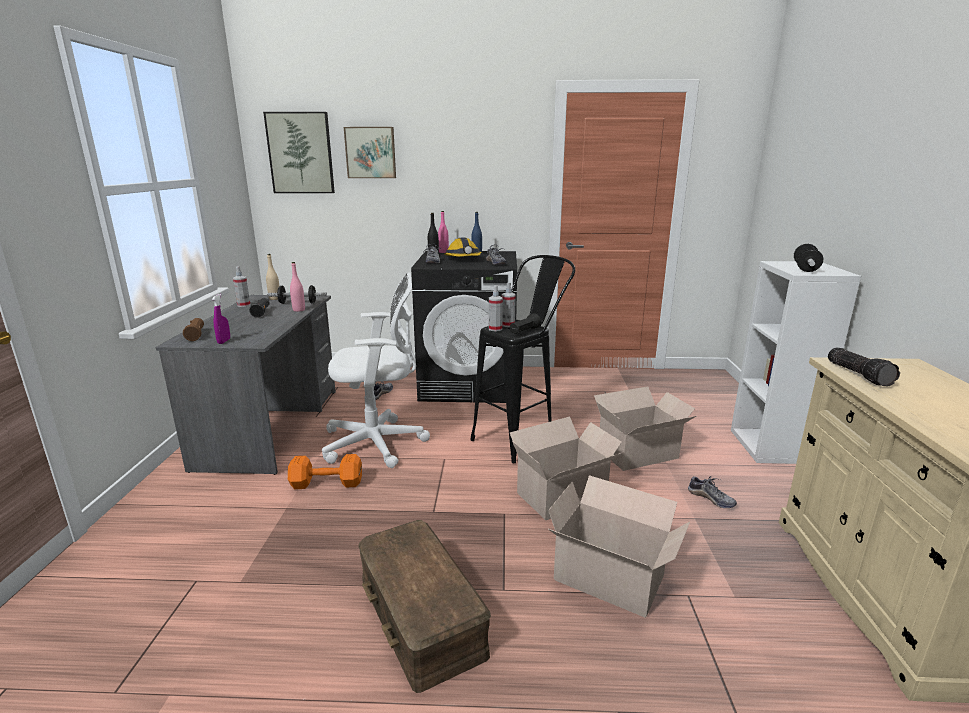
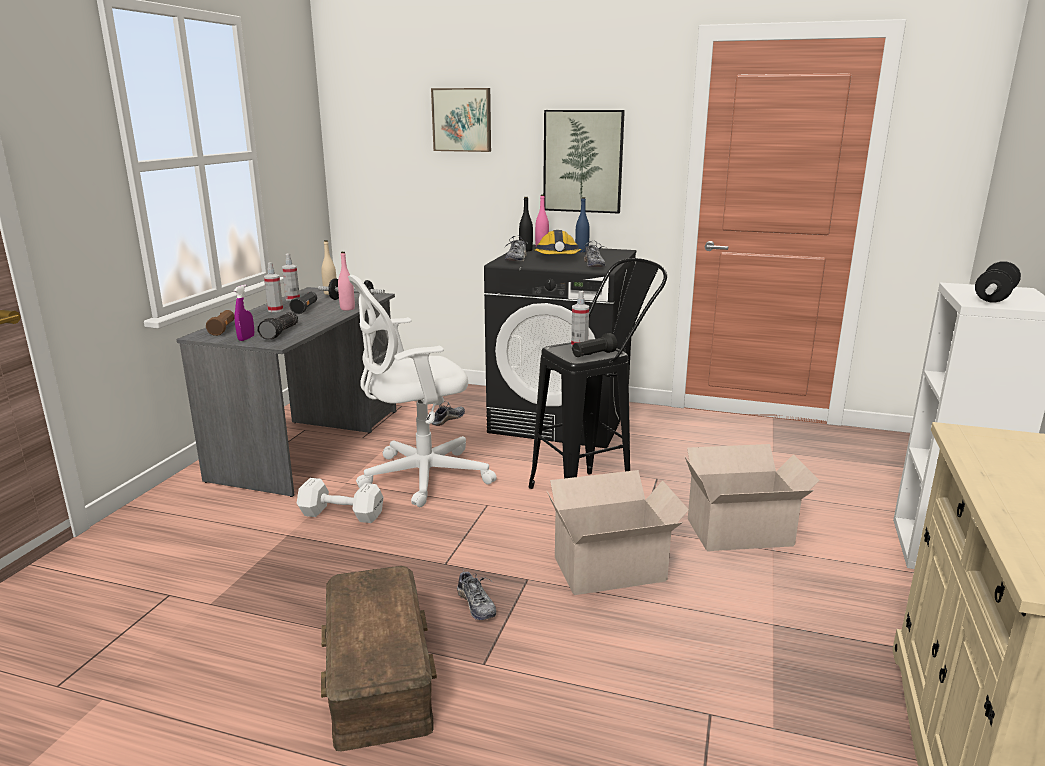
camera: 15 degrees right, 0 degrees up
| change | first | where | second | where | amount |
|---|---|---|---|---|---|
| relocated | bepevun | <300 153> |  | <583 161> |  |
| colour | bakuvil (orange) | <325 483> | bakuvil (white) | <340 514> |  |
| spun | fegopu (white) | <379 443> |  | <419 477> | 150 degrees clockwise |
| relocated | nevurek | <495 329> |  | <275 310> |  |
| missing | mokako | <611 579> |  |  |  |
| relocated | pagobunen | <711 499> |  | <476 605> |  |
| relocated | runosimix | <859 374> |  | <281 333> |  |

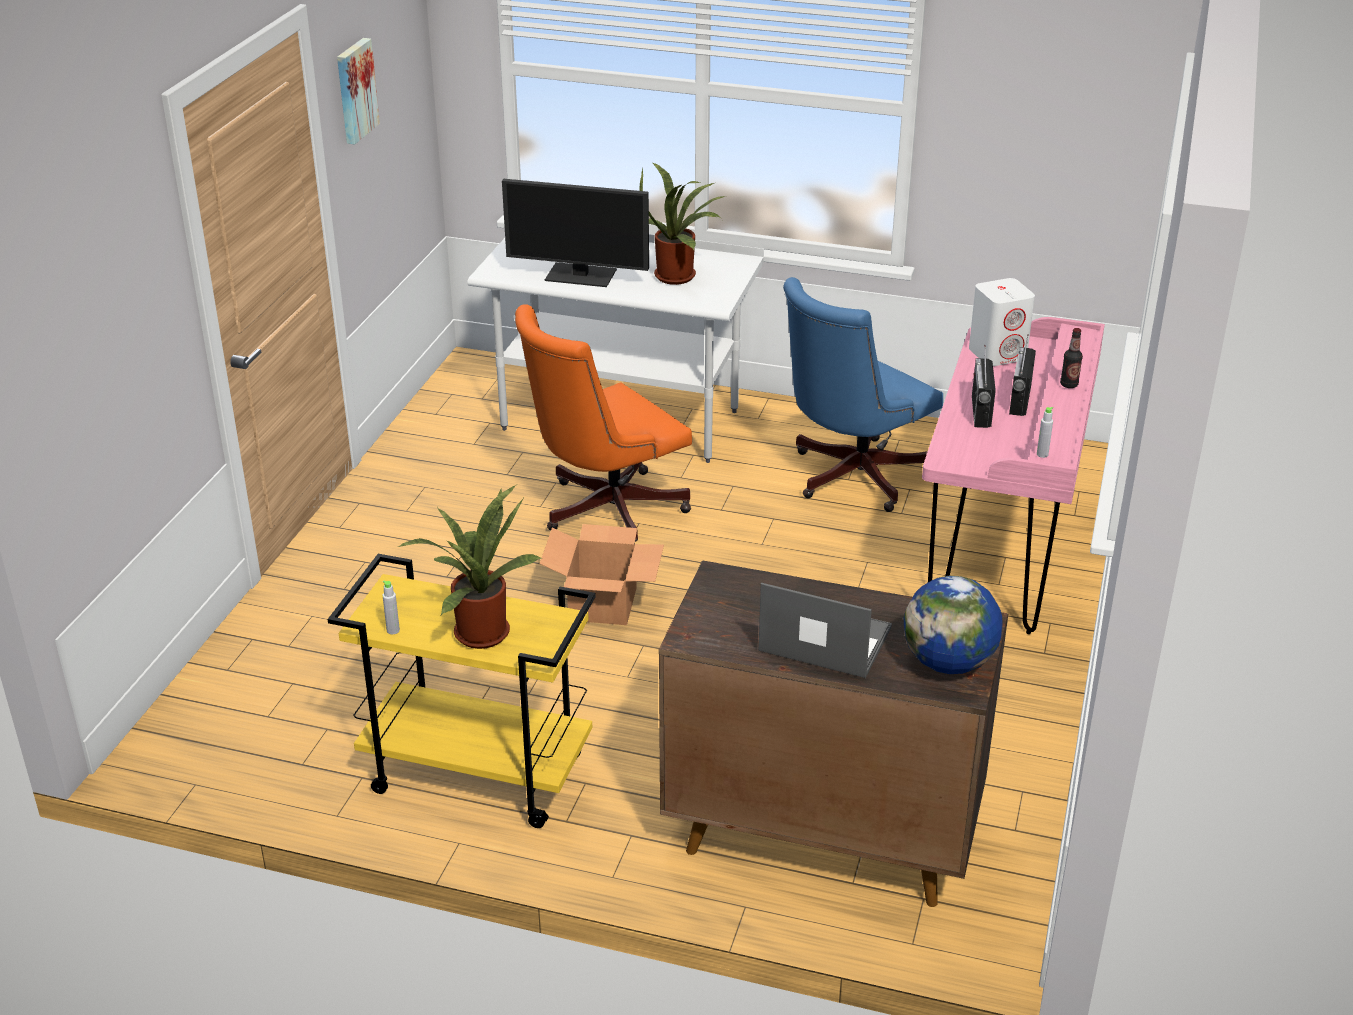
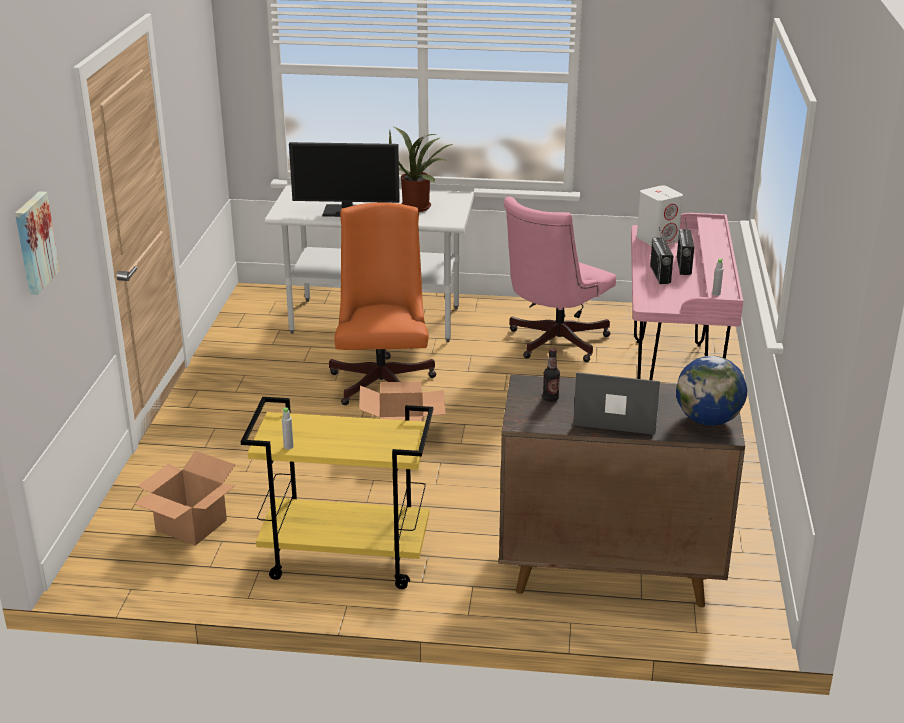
camera: 10 degrees left, 5 degrees down
| change | first | where | second | where | amount |
|---|---|---|---|---|---|
| relocated | bepevun | <354 90> |  | <34 242> |  |
| missing | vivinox | <479 630> |  |  |  |
| spun | fegopu (orange) | <604 512> |  | <383 379> | 135 degrees clockwise |
| colour | fegopu (blue) | <851 478> | fegopu (pink) | <553 343> |  |
| relocated | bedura | <1069 385> |  | <550 398> |  |
| appeared |  |  | mokako | <192 525> |  |

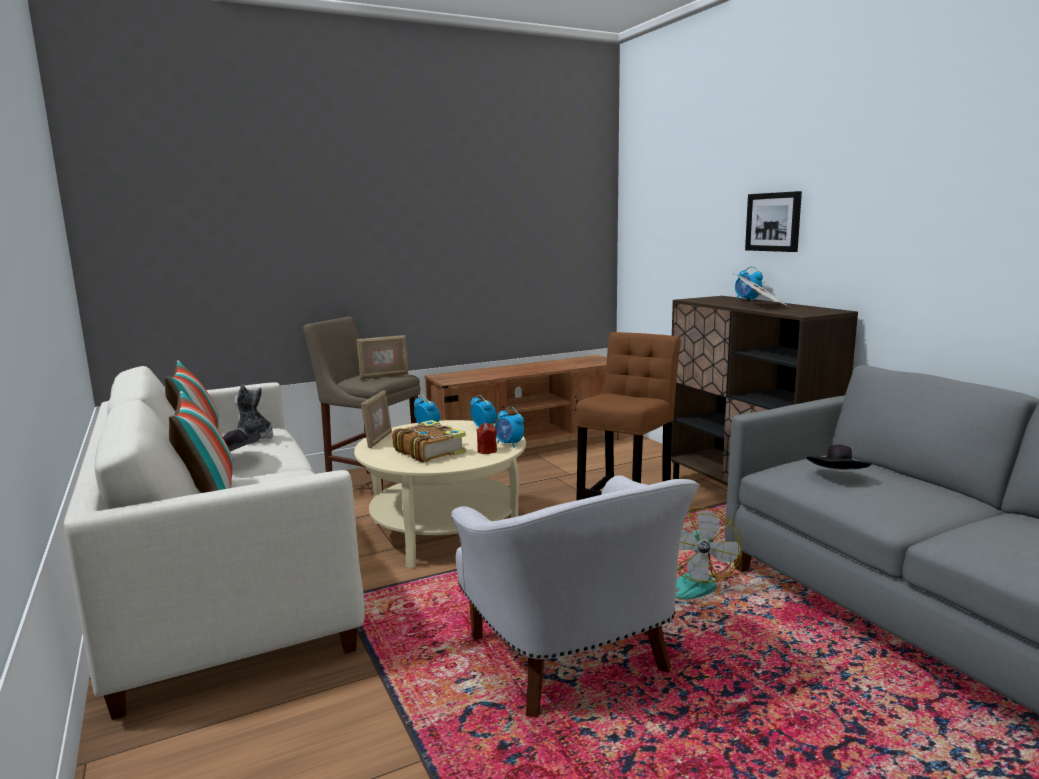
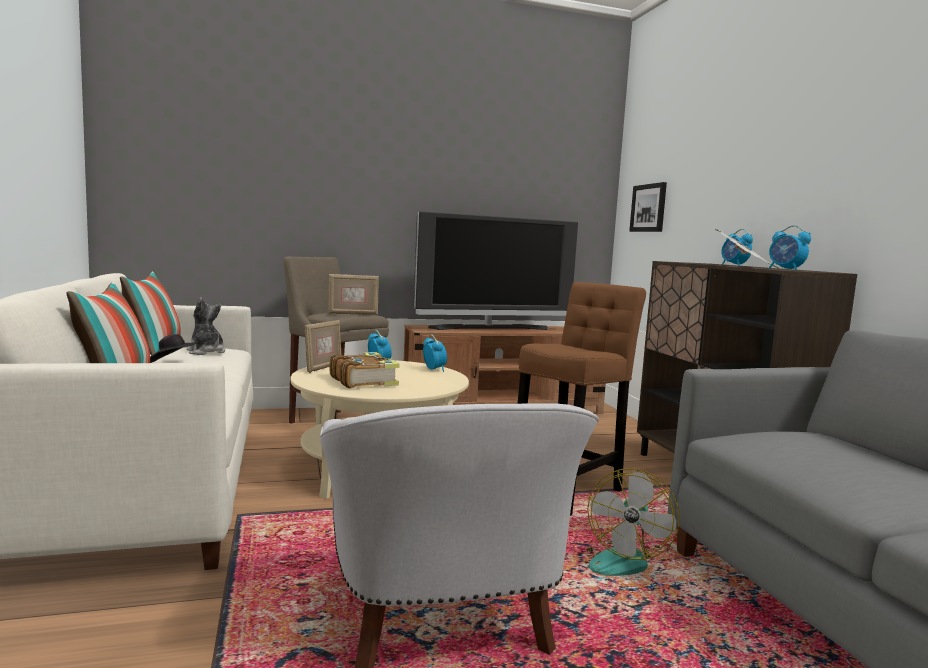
camera: 10 degrees right, 5 degrees down
| change | first | where | second | where | amount |
|---|---|---|---|---|---|
| missing | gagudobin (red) | <487 451> |  |  |  |
| relocated | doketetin | <509 444> |  | <786 269> |  |
| relocated | bepevun | <773 222> |  | <648 208> |  |
| missing | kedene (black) | <837 477> |  |  |  |
| appeared |  |  | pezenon | <491 328> |  |

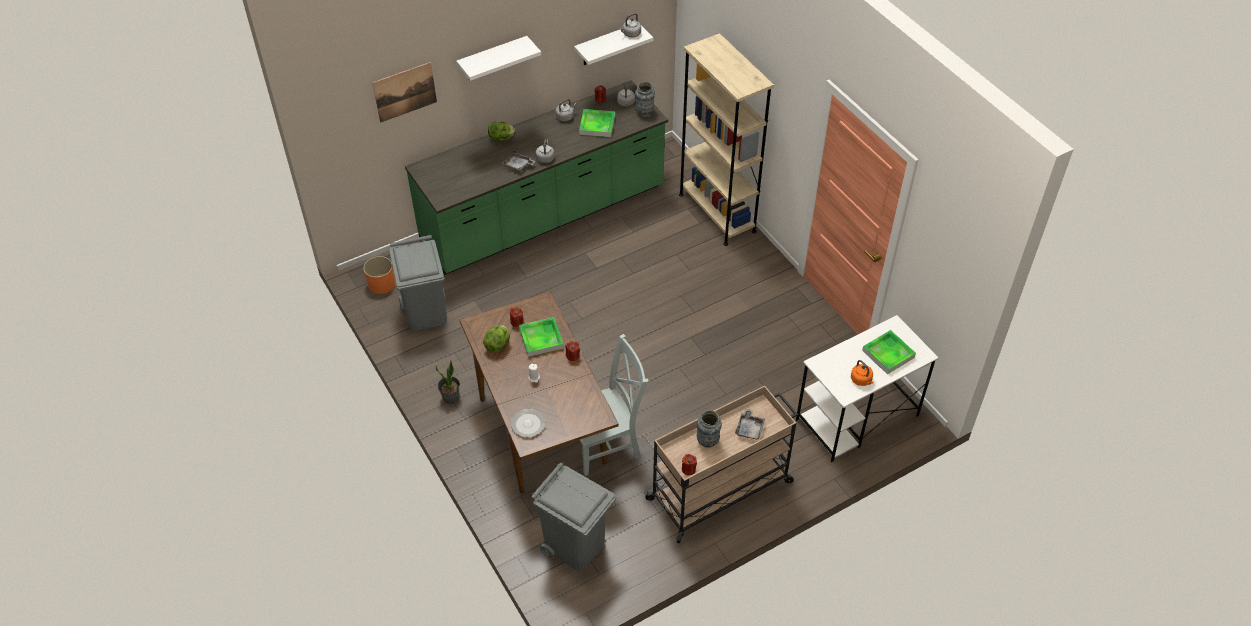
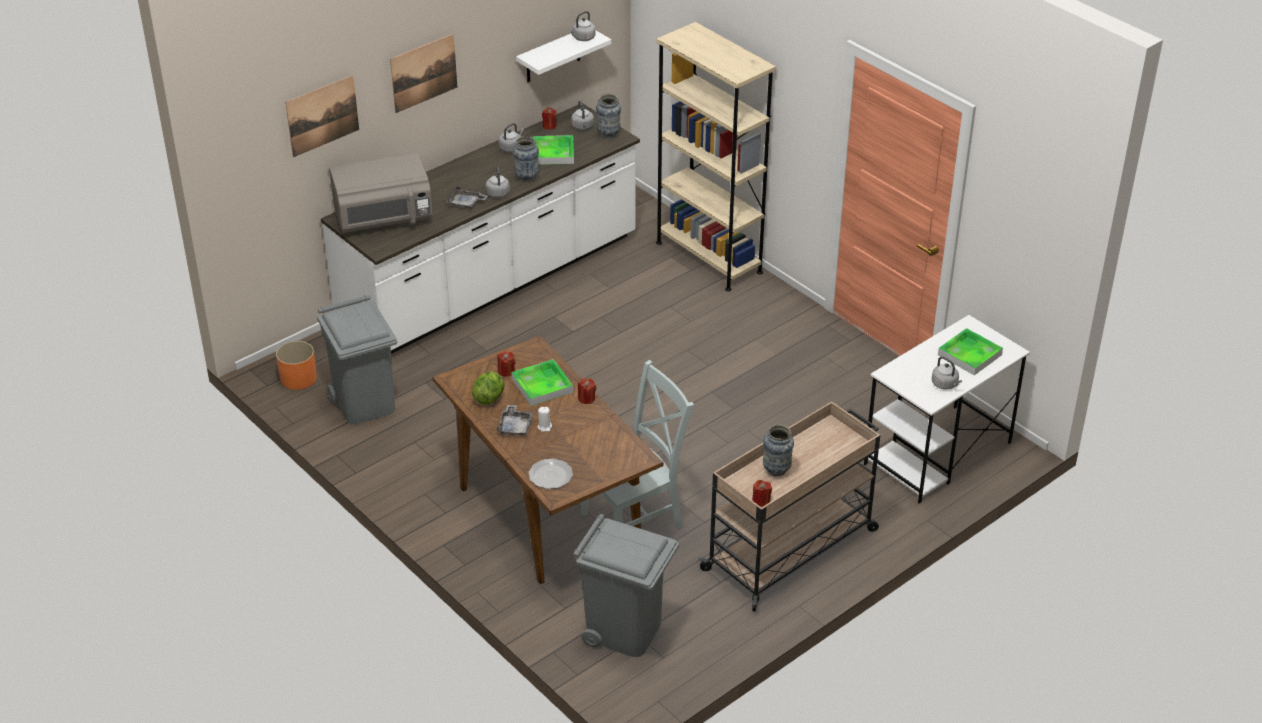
camera: 10 degrees left, 10 degrees down
| change | first | where | second | where | amount |
|---|---|---|---|---|---|
| colour | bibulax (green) | <544 216> | bibulax (white) | <491 283> |  |
| missing | vivinox | <451 397> |  |  |  |
| exchanged | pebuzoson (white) | <493 59> | bepevun | <424 73> |  |
| missing | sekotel | <501 138> |  |  |  |
| relocated | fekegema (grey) | <749 428> |  | <515 426> |  |
| colour | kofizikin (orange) | <861 380> | kofizikin (grey) | <945 384> |  |
| appeared |  |  | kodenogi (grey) | <384 218> |  |
| appeared |  |  | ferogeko | <526 178> |  |

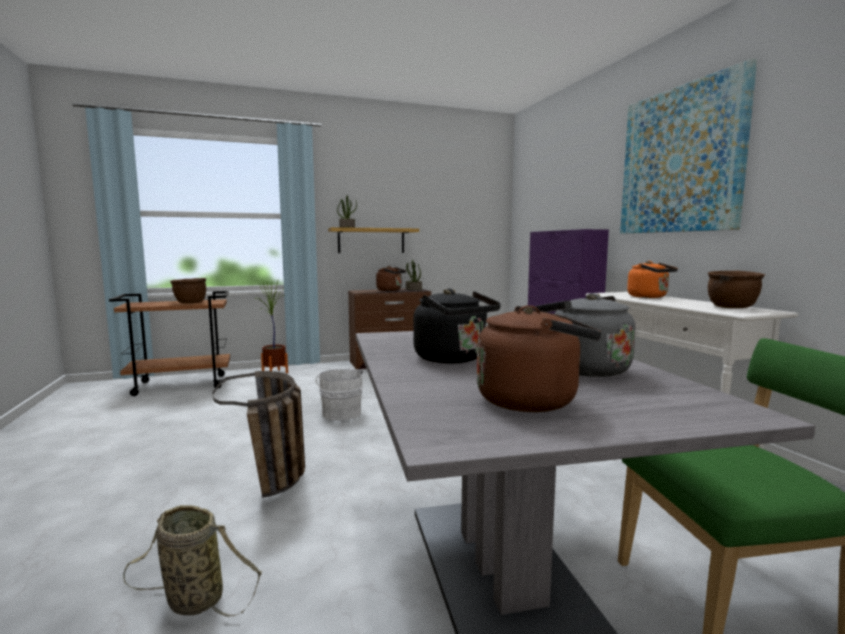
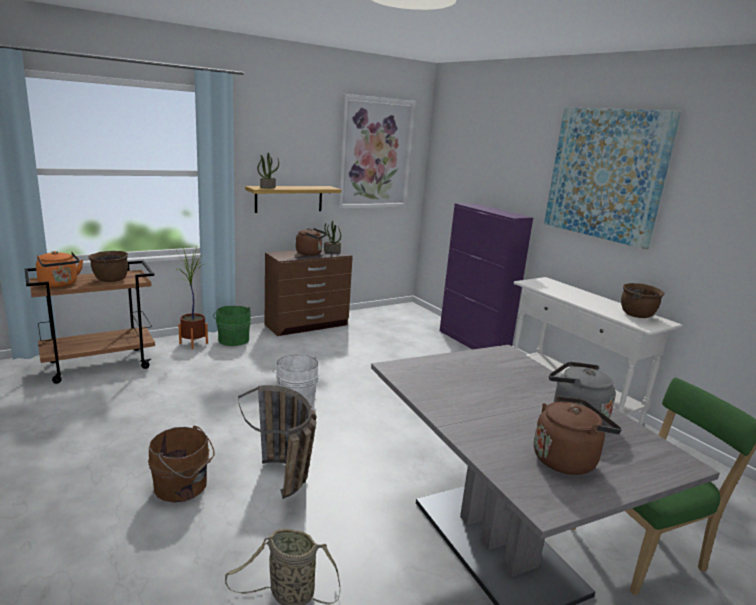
camera: 15 degrees left, 10 degrees up
| change | first | where | second | where | amount |
|---|---|---|---|---|---|
| missing | kofizikin (black) | <453 359> |  |  |  |
| relocated | kofizikin (orange) | <649 297> |  | <60 284> |  |
| appeared |  |  | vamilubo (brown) | <182 487> |  |
| appeared |  |  | vamilubo (green) | <233 339> |  |
| appeared |  |  | bepevun | <375 153> |  |

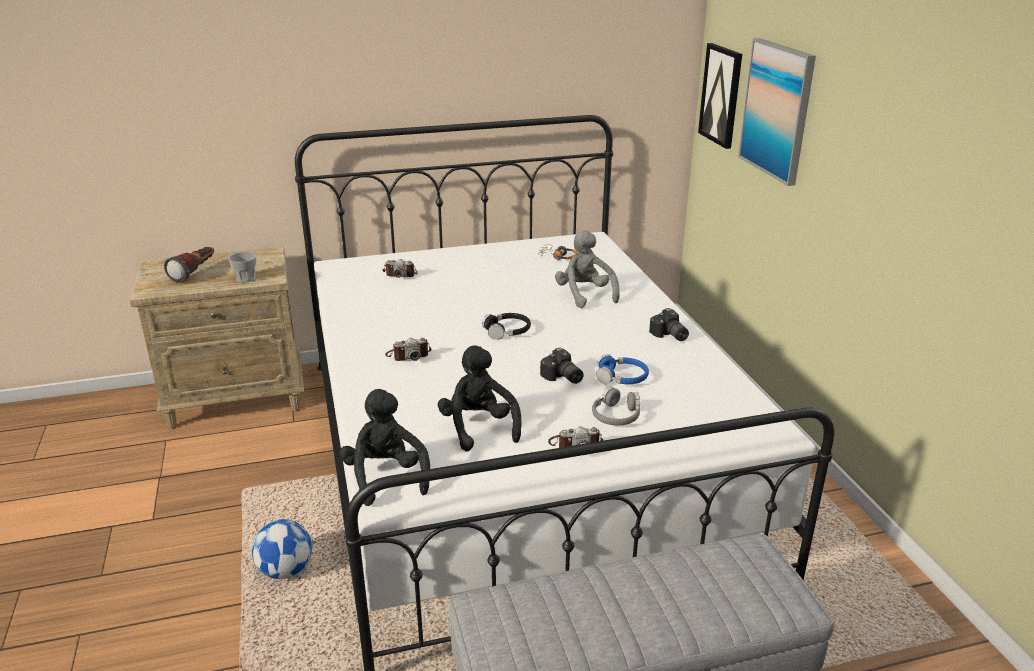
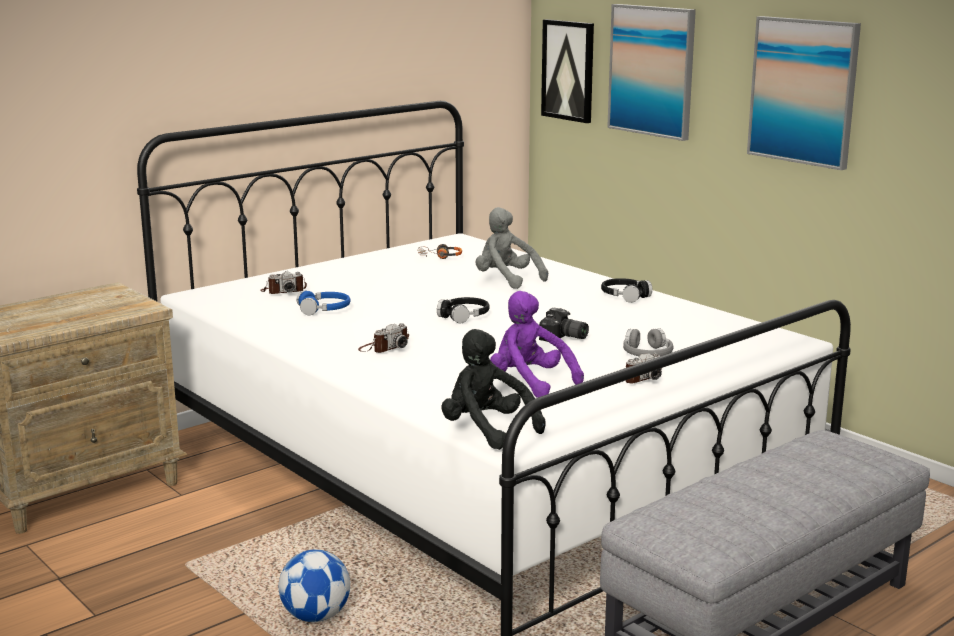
camera: 25 degrees left, 10 degrees down
| change | first | where | second | where | amount |
|---|---|---|---|---|---|
| missing | runosimix | <195 272> |  |  |  |
| missing | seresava | <246 278> |  |  |  |
| colour | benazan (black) | <478 427> | benazan (purple) | <530 383> |  |
| relocated | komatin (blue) | <622 378> |  | <324 309> |  |
| exchanged | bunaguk | <669 335> | komatin (black) | <625 296> |  |
| appeared |  |  | bepevun | <803 91> |  |

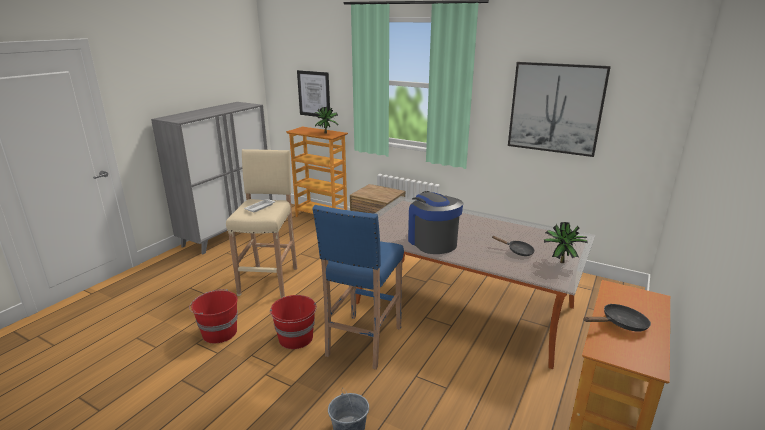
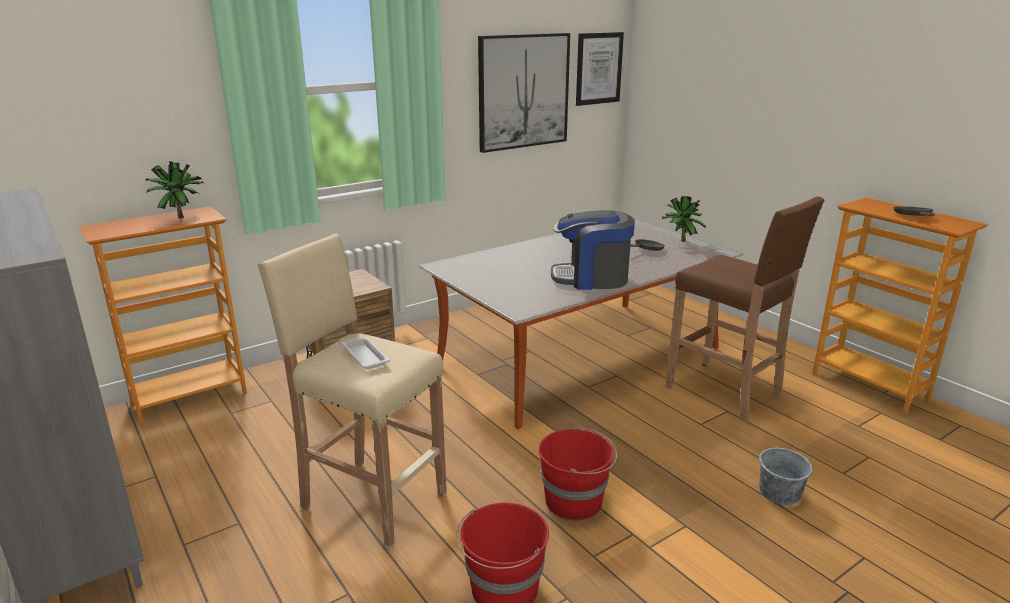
camera: 65 degrees left, 0 degrees up
| change | first | where | second | where | amount |
|---|---|---|---|---|---|
| relocated | bepevun | <314 94> |  | <598 68> |  |
| missing | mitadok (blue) | <363 342> |  |  |  |
| appeared |  |  | mitadok (brown) | <725 392> |  |

